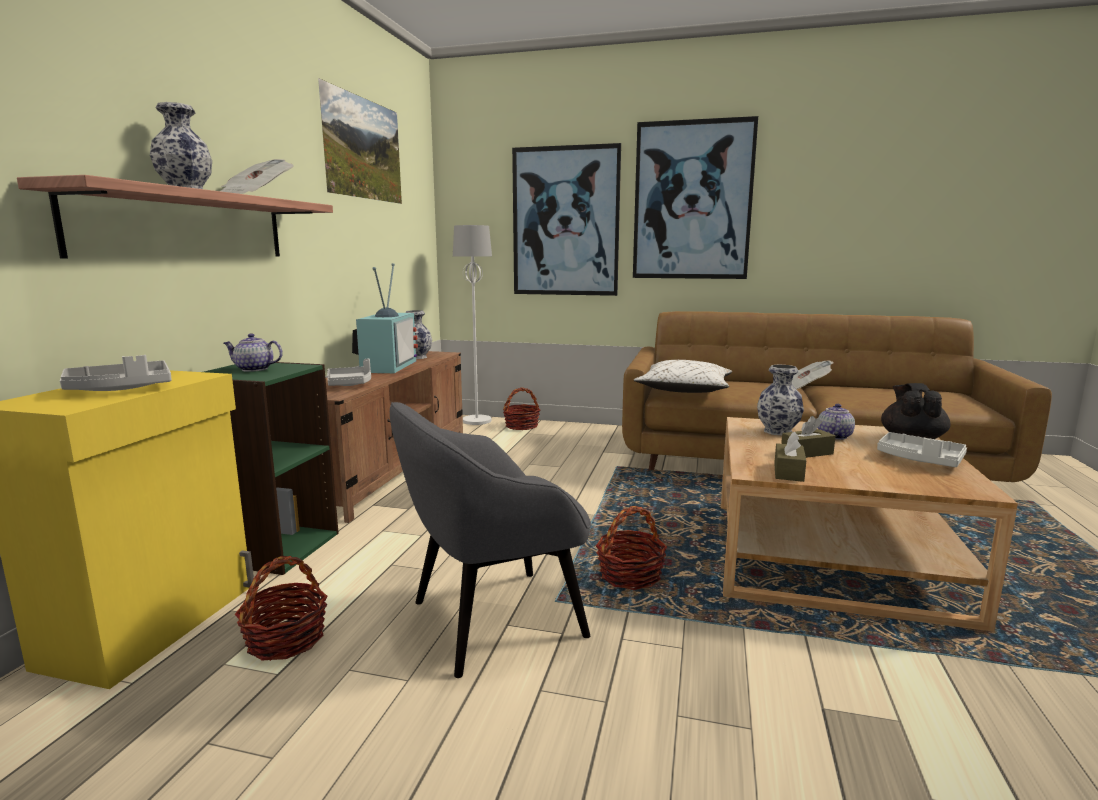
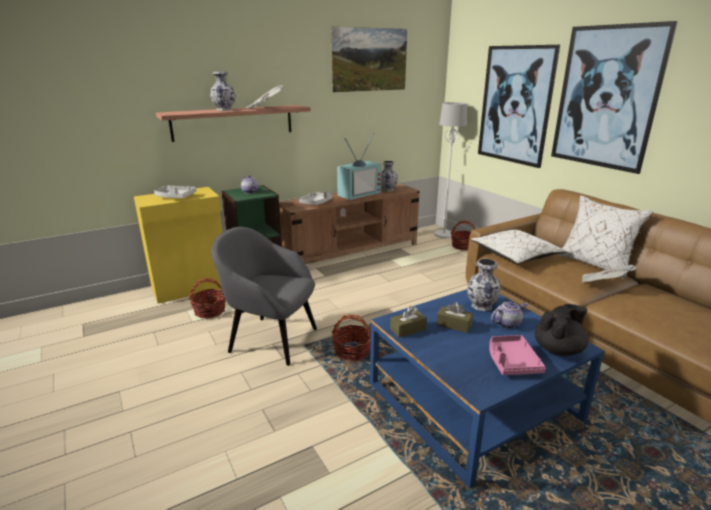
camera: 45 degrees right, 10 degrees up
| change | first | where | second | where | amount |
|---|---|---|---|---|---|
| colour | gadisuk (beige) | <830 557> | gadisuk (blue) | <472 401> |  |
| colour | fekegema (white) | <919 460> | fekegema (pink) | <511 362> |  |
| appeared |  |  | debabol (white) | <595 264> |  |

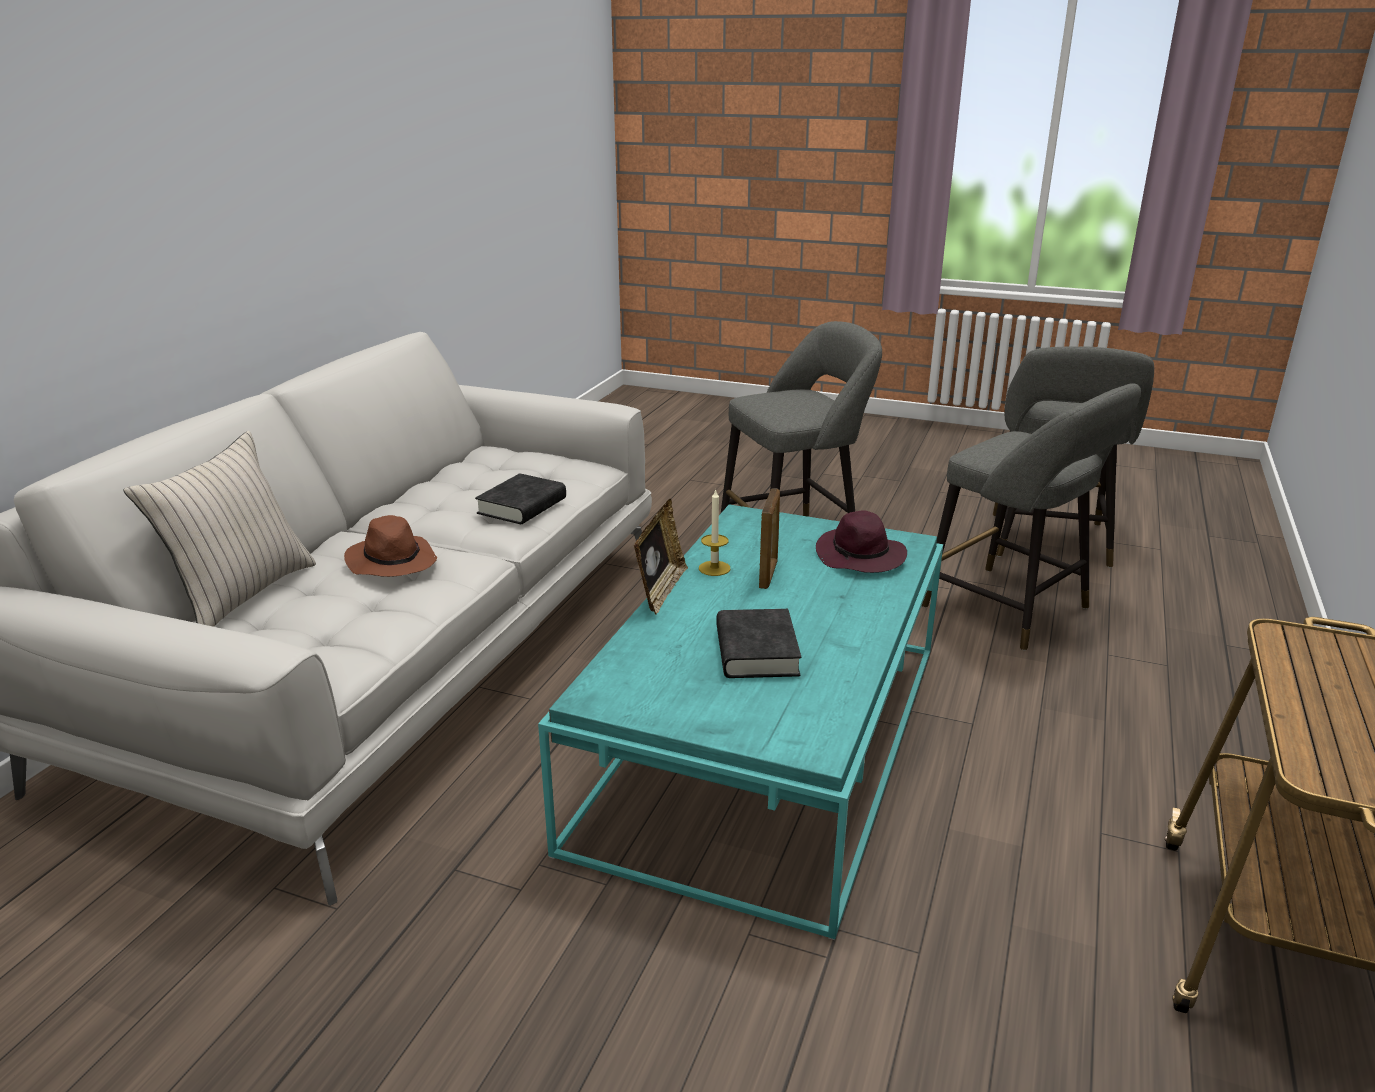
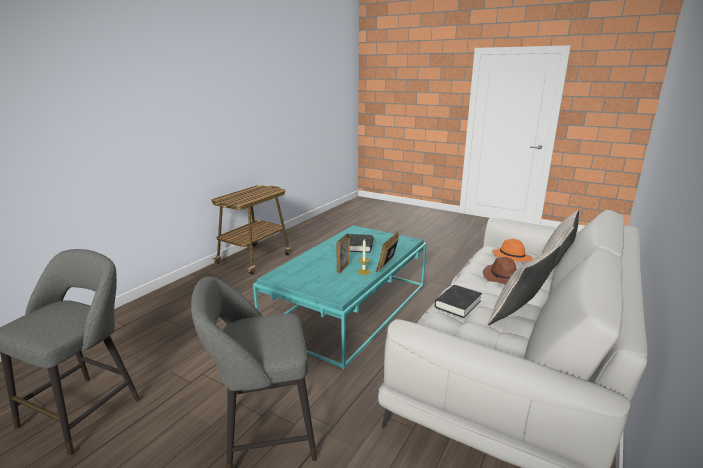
camera: 170 degrees left, 5 degrees down
| change | first | where | second | where | amount |
|---|---|---|---|---|---|
| missing | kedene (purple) | <861 557> |  |  |  |
| missing | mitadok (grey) | <1013 610> |  |  |  |
| appeared |  |  | debabol (beige) | <519 315> |  |
| appeared |  |  | kedene (orange) | <511 257> |  |

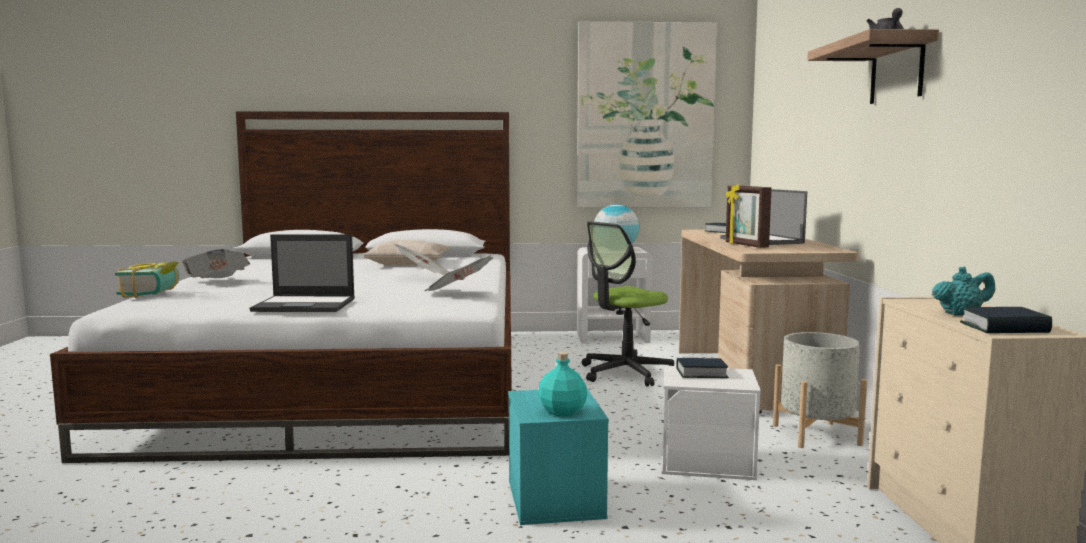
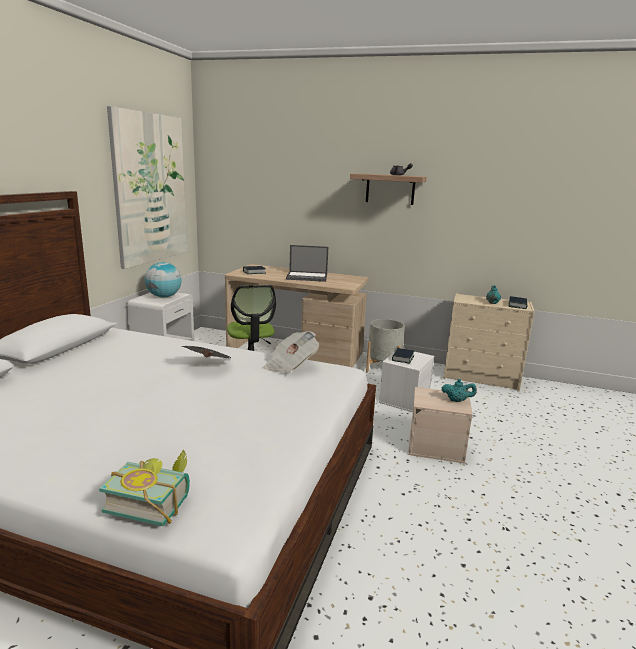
camera: 70 degrees left, 10 degrees up
| change | first | where | second | where | amount |
|---|---|---|---|---|---|
| missing | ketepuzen | <218 282> |  |  |  |
| missing | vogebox | <306 305> |  |  |  |
| missing | debabol (beige) | <409 263> |  |  |  |
| colour | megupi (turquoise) | <557 499> | megupi (beige) | <436 446> |  |
| exchanged | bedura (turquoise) | <563 412> | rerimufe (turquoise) | <457 400> |  |
| missing | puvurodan | <745 245> |  |  |  |

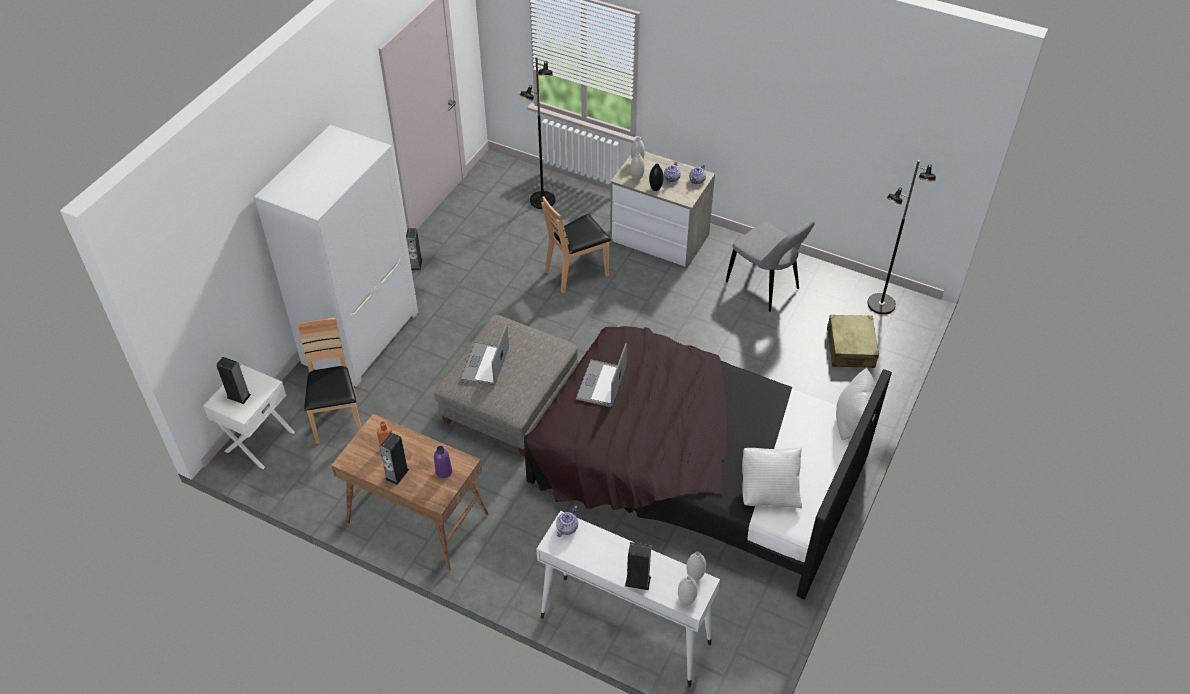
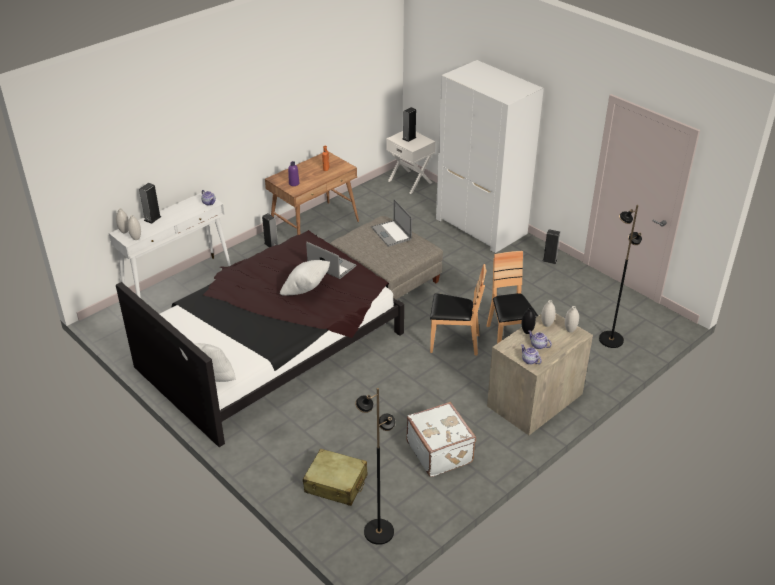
camera: 110 degrees right, 10 degrees down
| change | first | where | second | where | amount |
|---|---|---|---|---|---|
| relocated | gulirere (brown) | <337 418> |  | <454 342> |  |
| relocated | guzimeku | <397 474> |  | <271 244> |  |
| spun | vogebox | <485 364> |  | <391 233> | 150 degrees counterclockwise |
| exchanged | gulirere (grey) | <765 287> | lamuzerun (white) | <440 451> |  |
| relocated | debabol (white) | <769 489> |  | <306 290> |  |

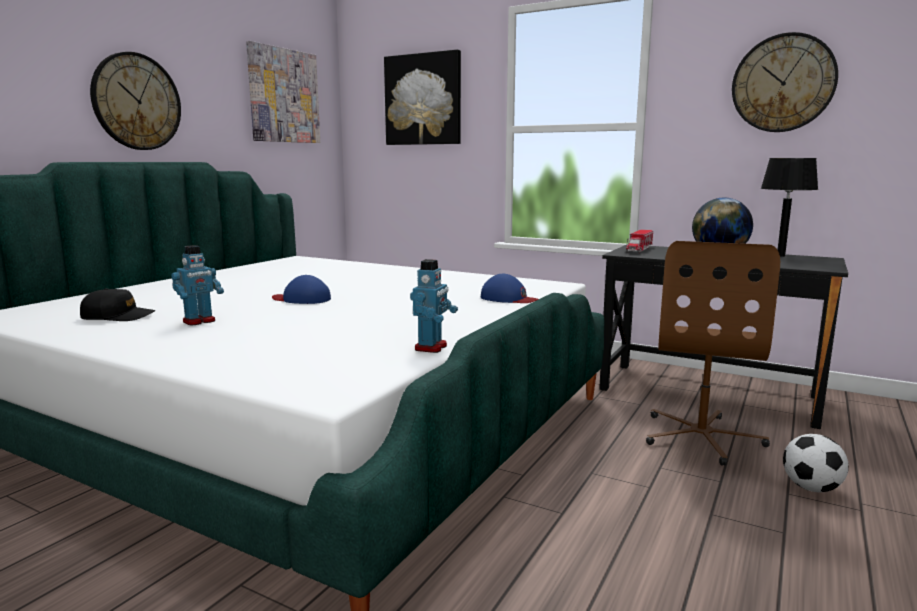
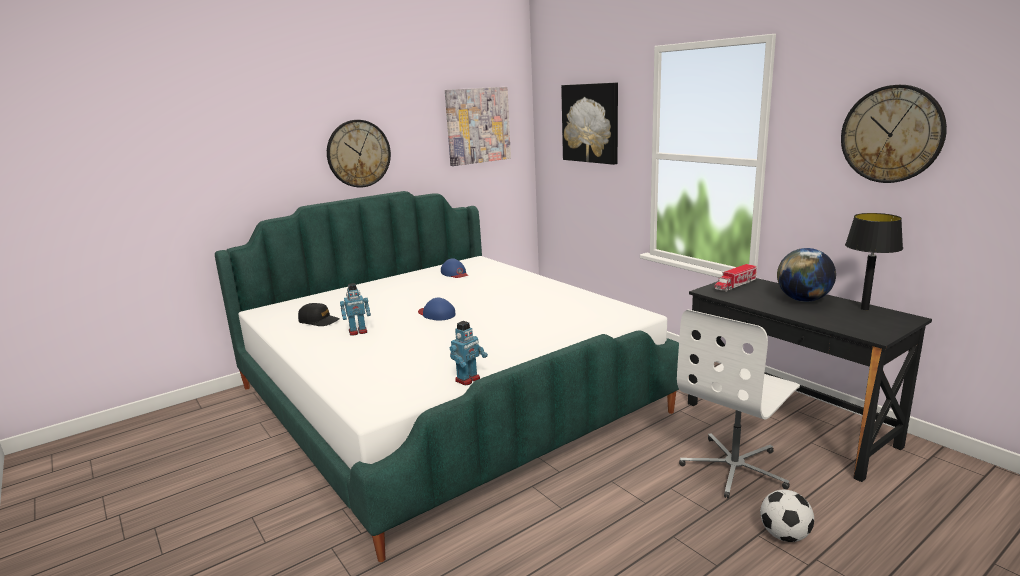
camera: 25 degrees right, 5 degrees up
| change | first | where | second | where | amount |
|---|---|---|---|---|---|
| relocated | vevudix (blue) | <508 298> |  | <455 273> |  |
| colour | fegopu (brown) | <702 437> | fegopu (white) | <735 468> |  |

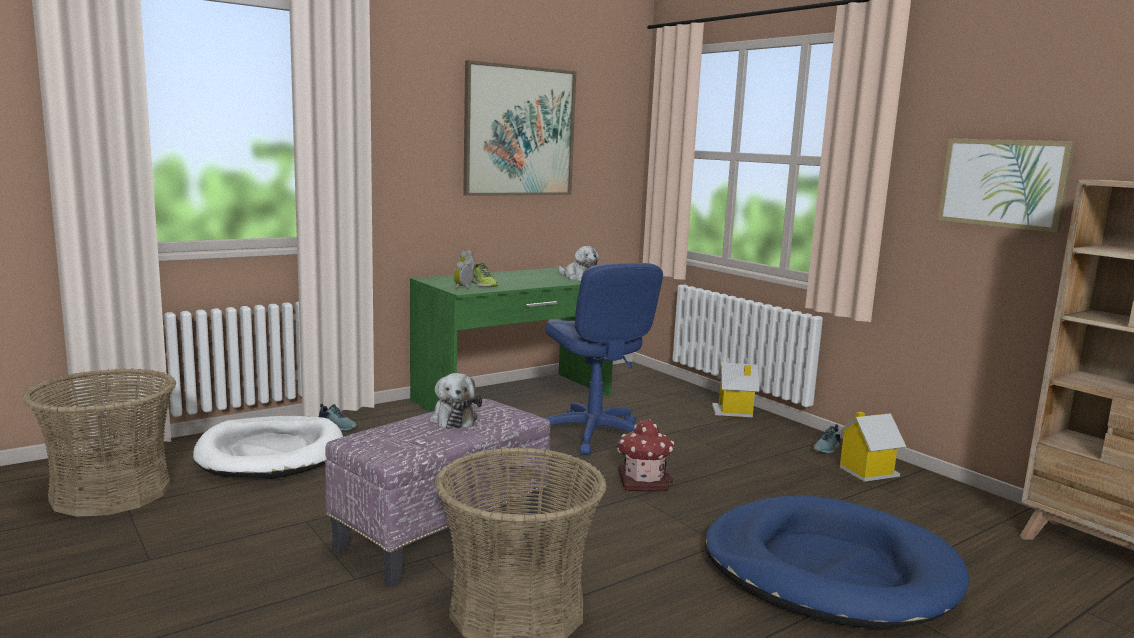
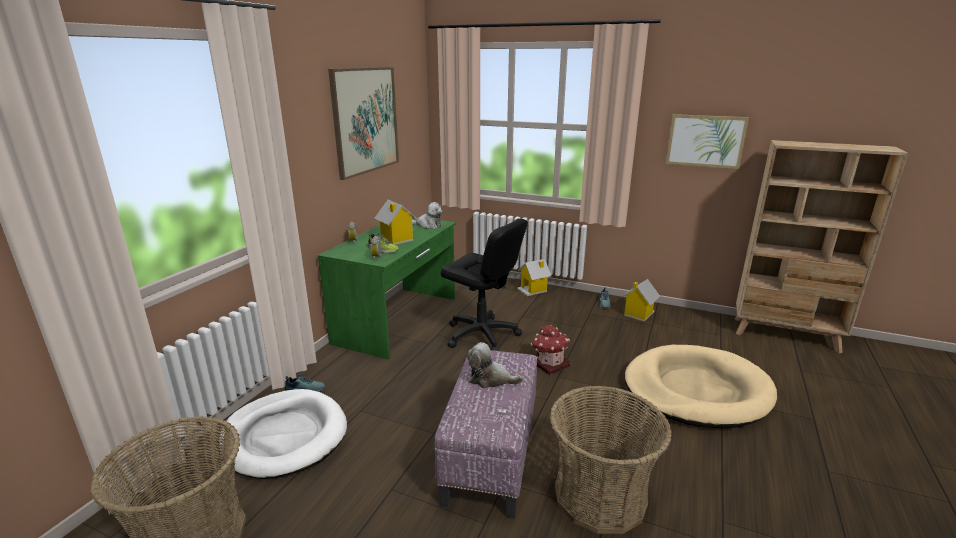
camera: 30 degrees left, 10 degrees up
| change | first | where | second | where | amount |
|---|---|---|---|---|---|
| spun | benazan | <453 419> |  | <490 379> | 150 degrees clockwise |
| colour | fegopu (blue) | <593 435> | fegopu (black) | <481 335> |  |
| colour | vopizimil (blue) | <828 570> | vopizimil (beige) | <695 390> |  |
| appeared |  |  | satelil | <396 239> |  |

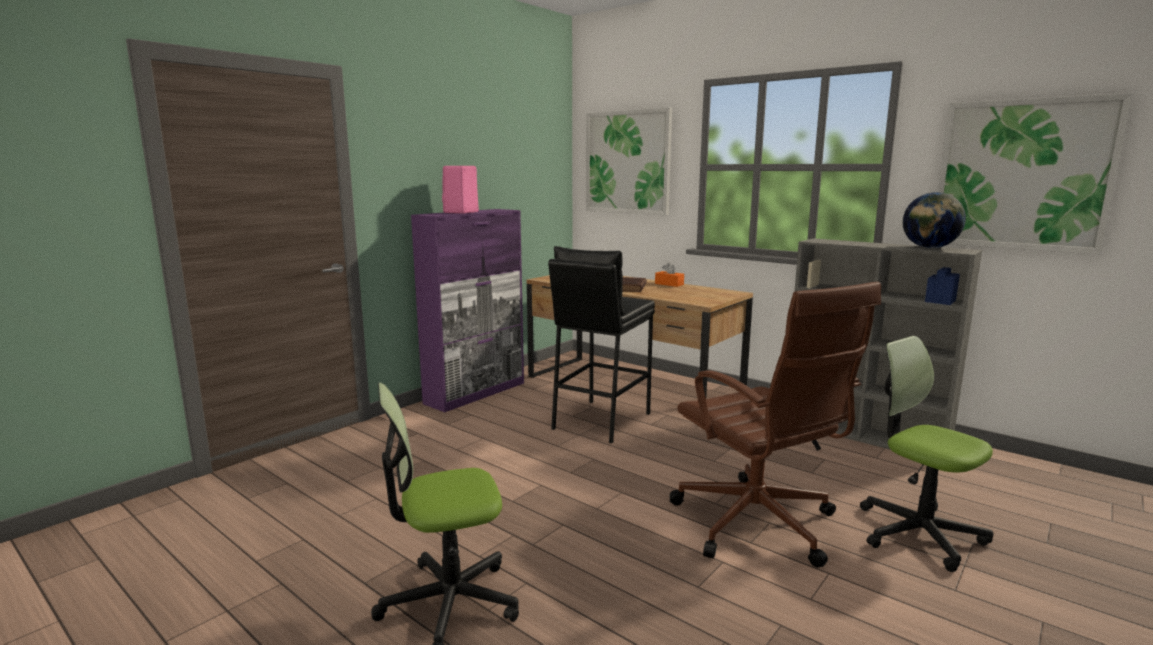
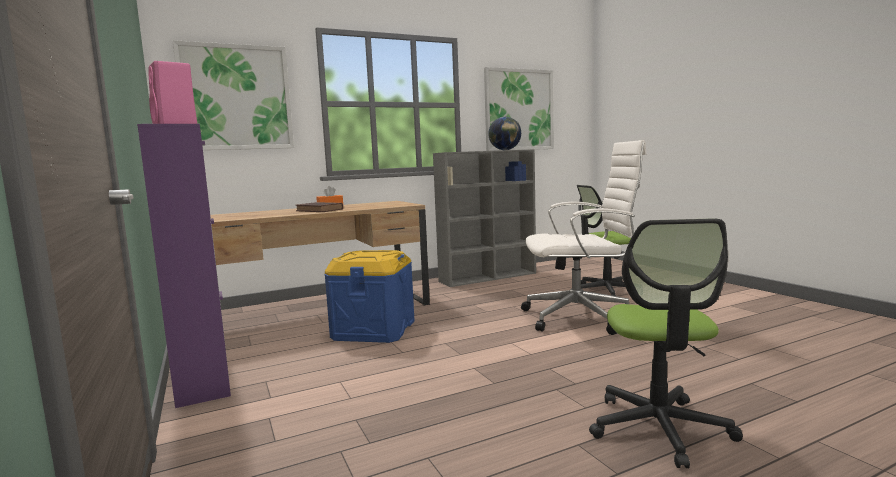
camera: 65 degrees left, 5 degrees down
| change | first | where | second | where | amount |
|---|---|---|---|---|---|
| exchanged | mitadok (black) | <600 421> | megupi (blue) | <373 330> |  |
| colour | fegopu (brown) | <757 525> | fegopu (white) | <581 317> |  |

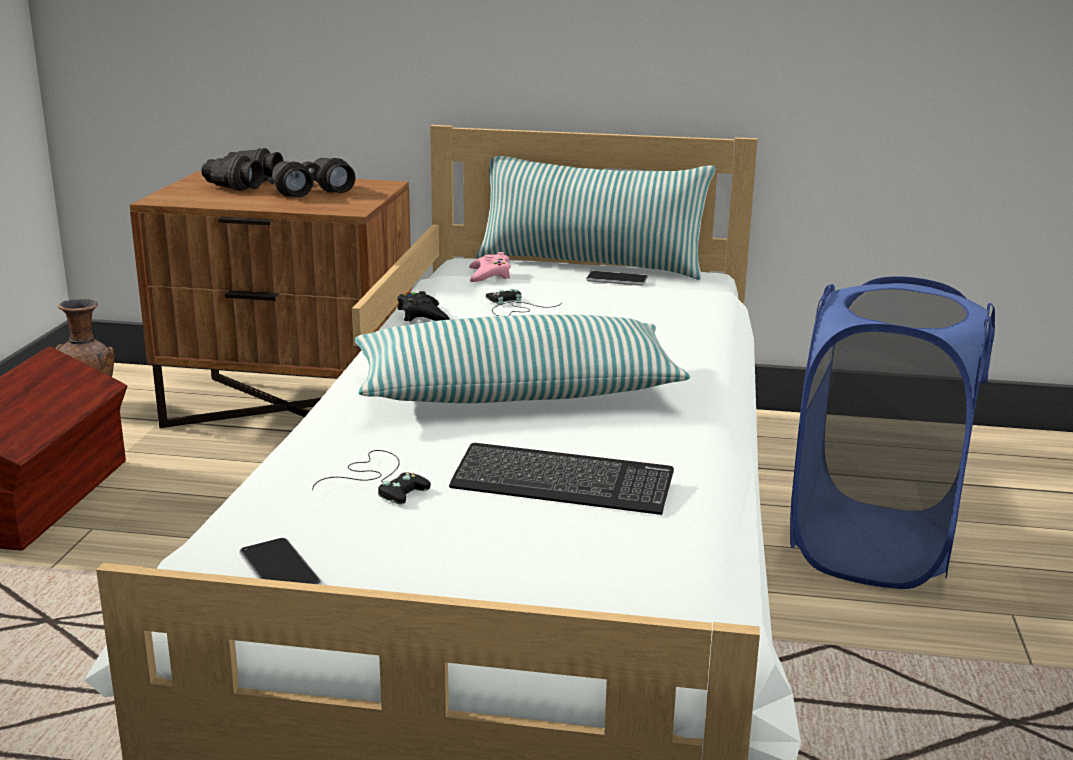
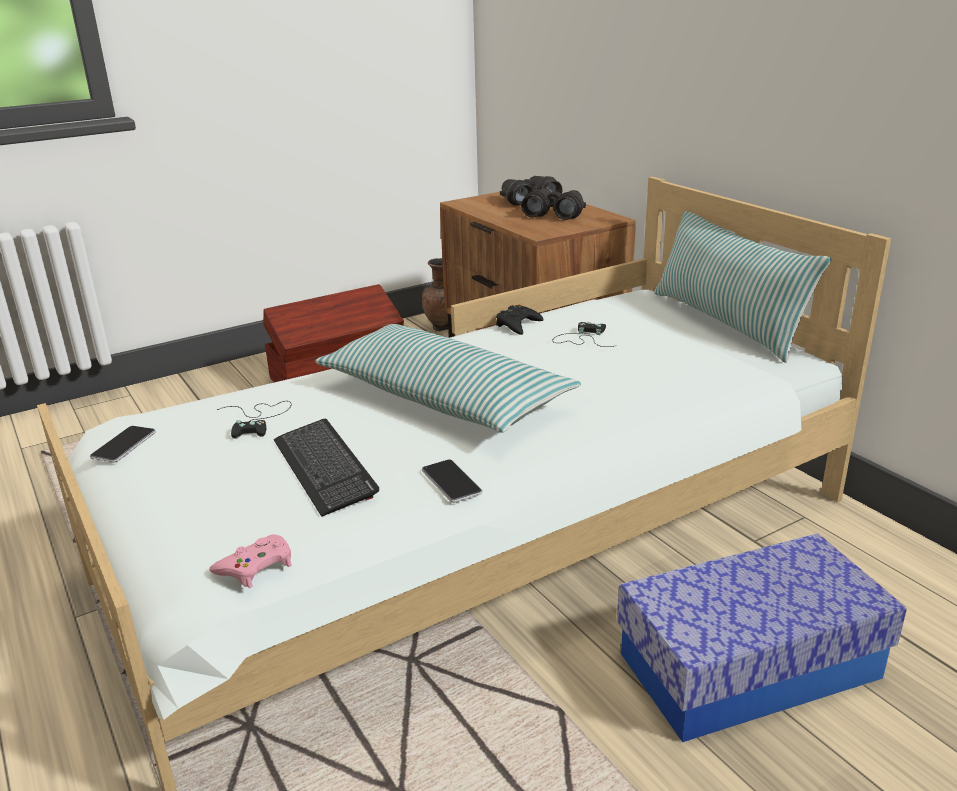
camera: 50 degrees right, 5 degrees up
| change | first | where | second | where | amount |
|---|---|---|---|---|---|
| relocated | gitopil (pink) | <489 275> |  | <256 567> |  |
| relocated | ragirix | <617 280> |  | <451 482> |  |
| exchanged | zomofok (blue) | <873 546> | megupi | <748 666> |  |

